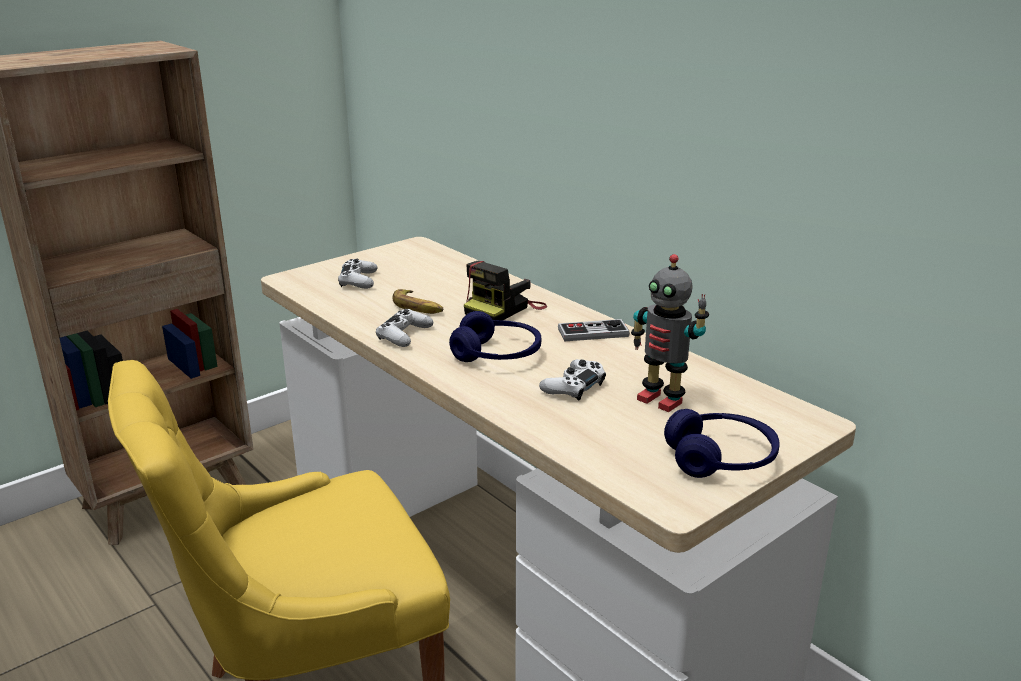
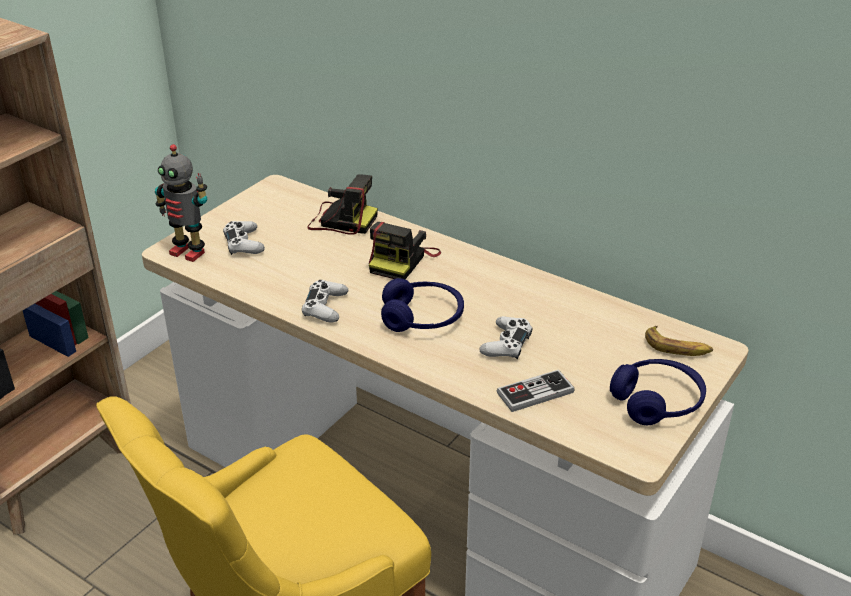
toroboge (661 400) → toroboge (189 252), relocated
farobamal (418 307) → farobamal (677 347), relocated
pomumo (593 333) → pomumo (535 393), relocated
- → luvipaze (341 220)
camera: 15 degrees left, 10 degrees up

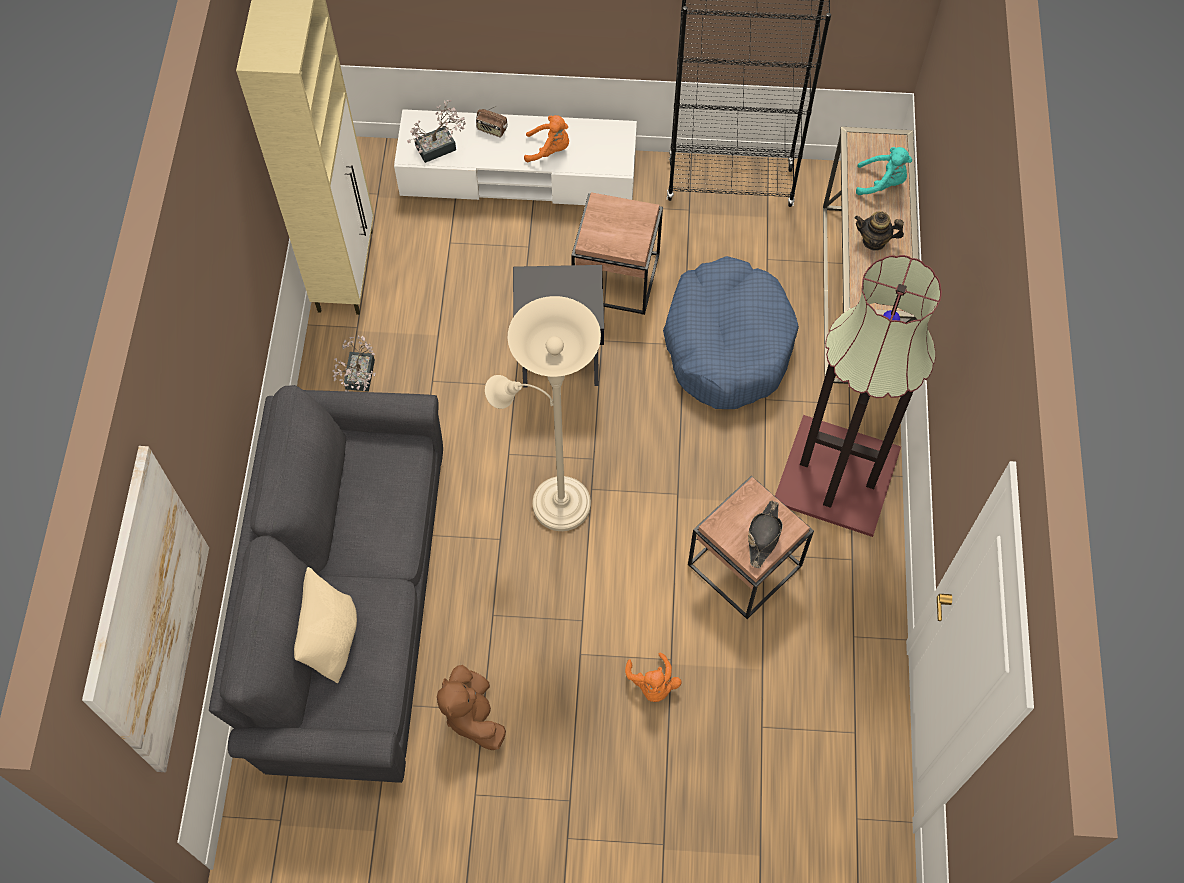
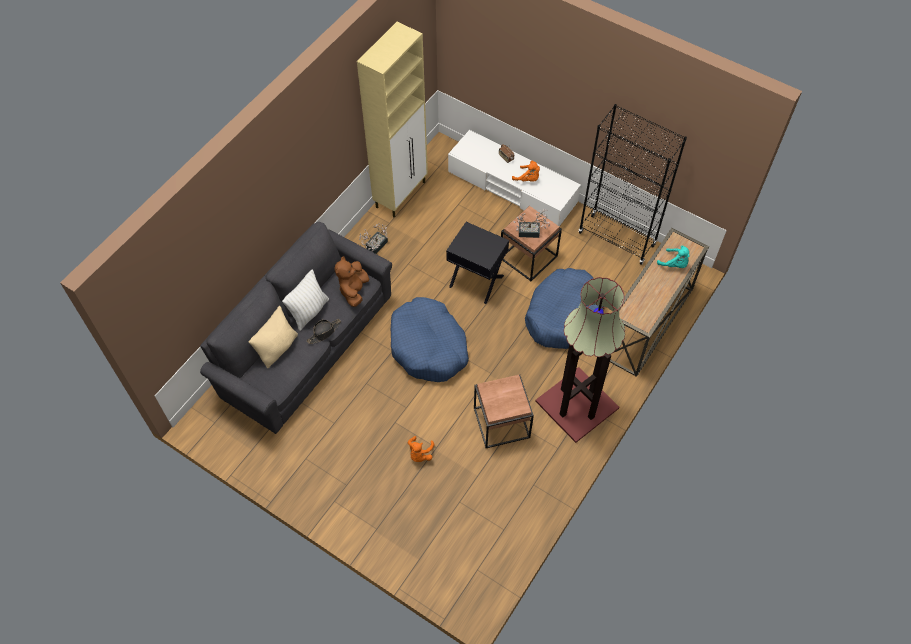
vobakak (440 147) → vobakak (531 232), relocated
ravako (874 241) → -
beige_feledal (554 502) → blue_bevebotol (428 346)
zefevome (147 614) → -
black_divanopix (764 535) → black_divanopix (324 332), relocated
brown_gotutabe (473 715) → brown_gotutabe (354 290), relocated
- → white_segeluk (309 312)
camera: 30 degrees right, 5 degrees down

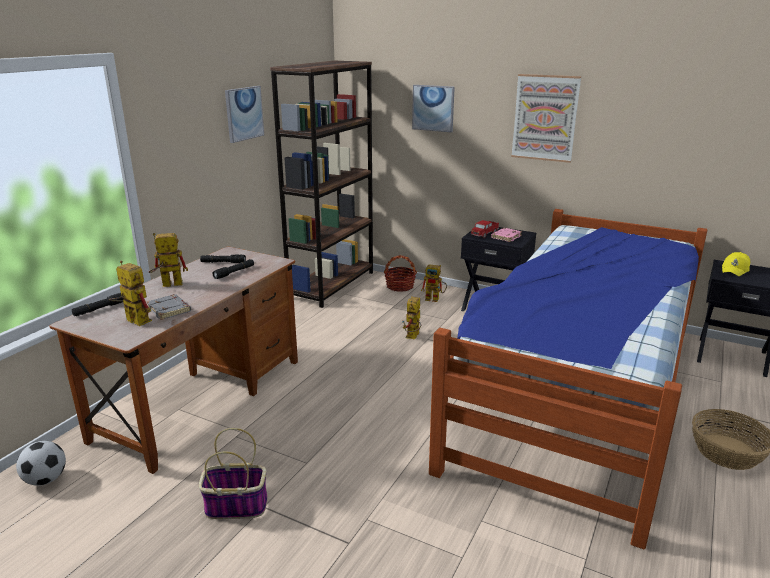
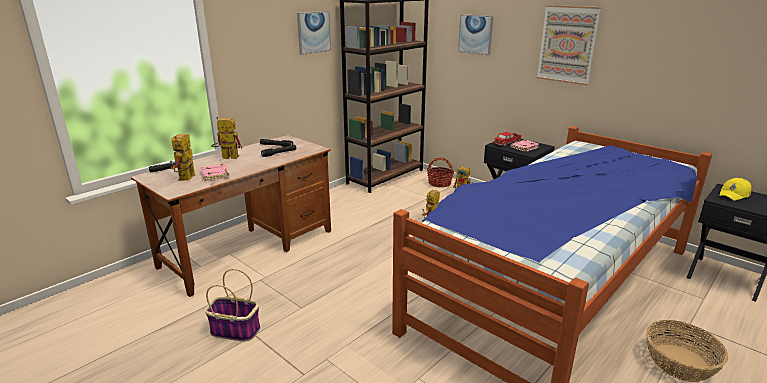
toroboge (133 320) → toroboge (186 179), 135 degrees counterclockwise
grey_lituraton (170 310) → pink_lituraton (216 175)
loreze (46 480) → -
camera: 15 degrees right, 0 degrees up

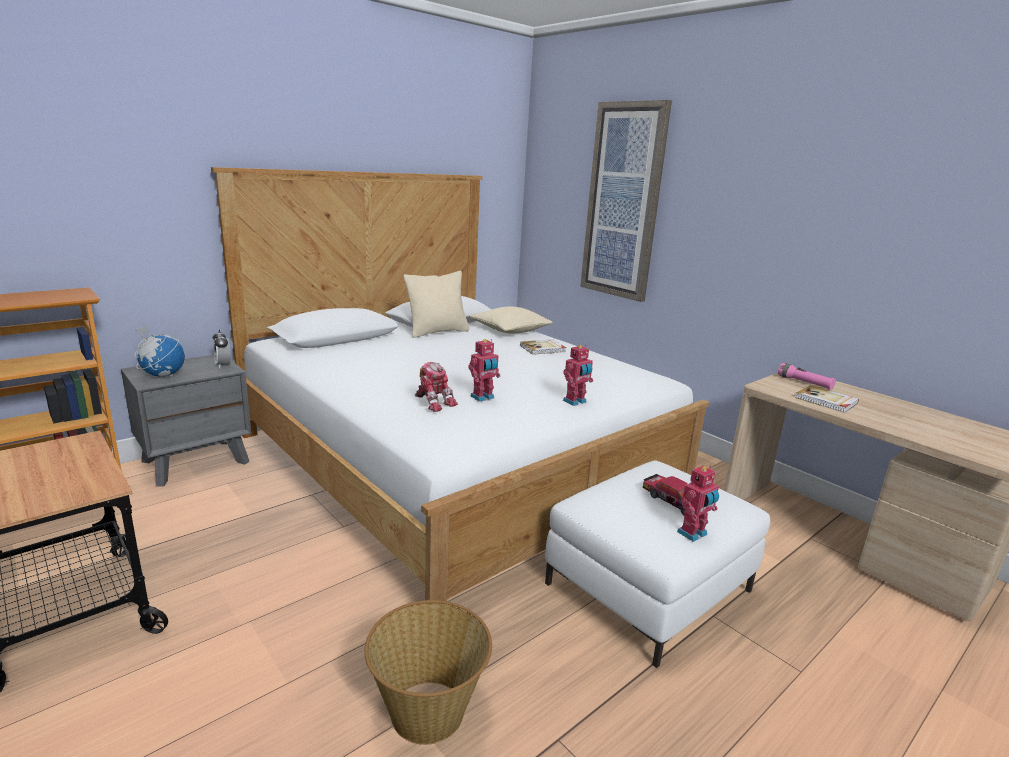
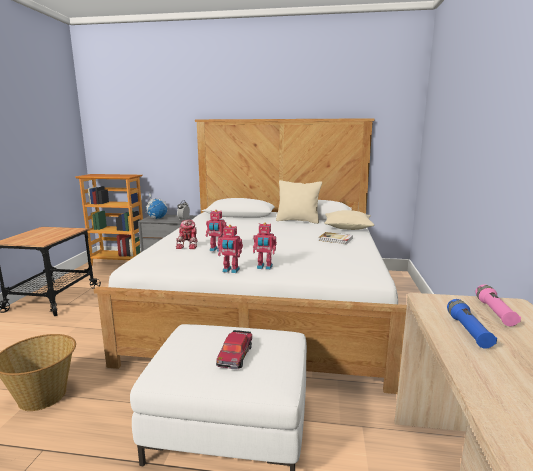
zefevome (623 202) → -
lituraton (826 401) → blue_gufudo (468 331)
toroboge (693 534) → toroboge (230 270), relocated
camera: 50 degrees right, 5 degrees down

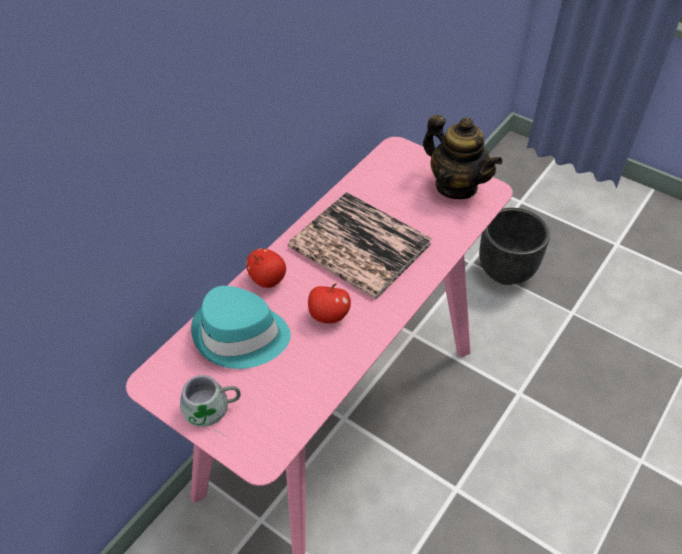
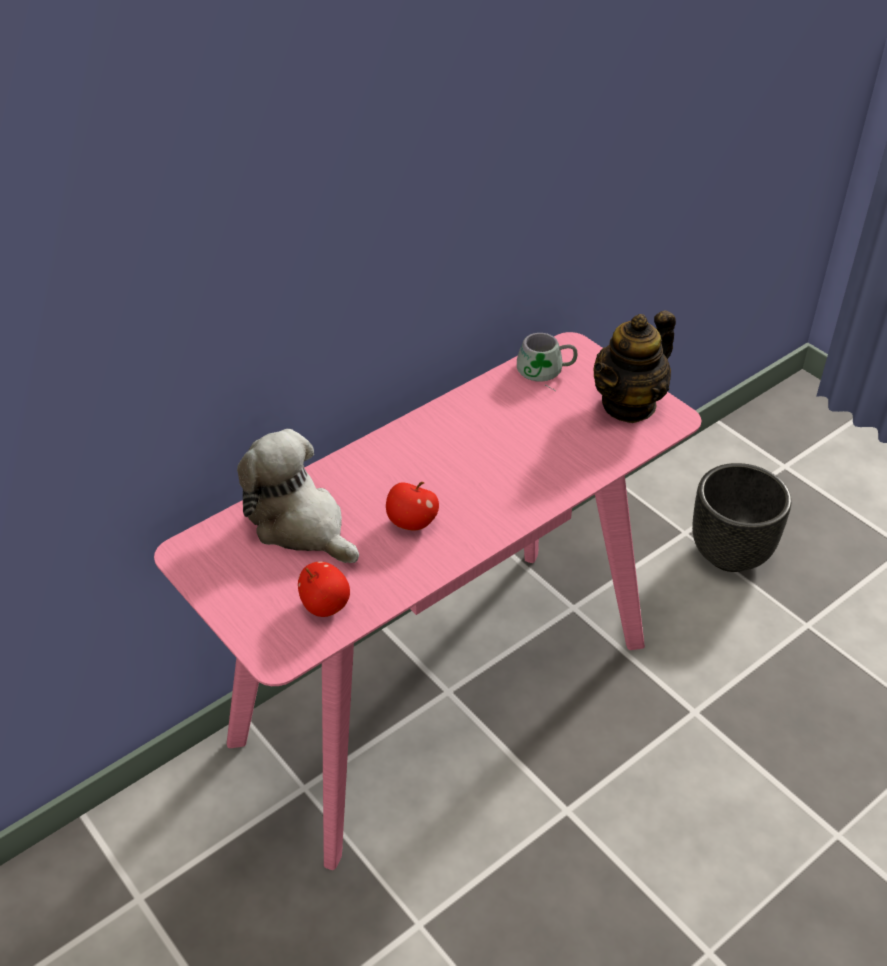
ravako (456 186) → ravako (629 404), 75 degrees clockwise
lituraton (359 246) → -
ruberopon (267 279) → ruberopon (325 605), relocated
turquoise_divanopix (240 336) → gotutabe (301 524)
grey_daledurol (212 411) → grey_daledurol (545 372), relocated
camera: 15 degrees right, 5 degrees down

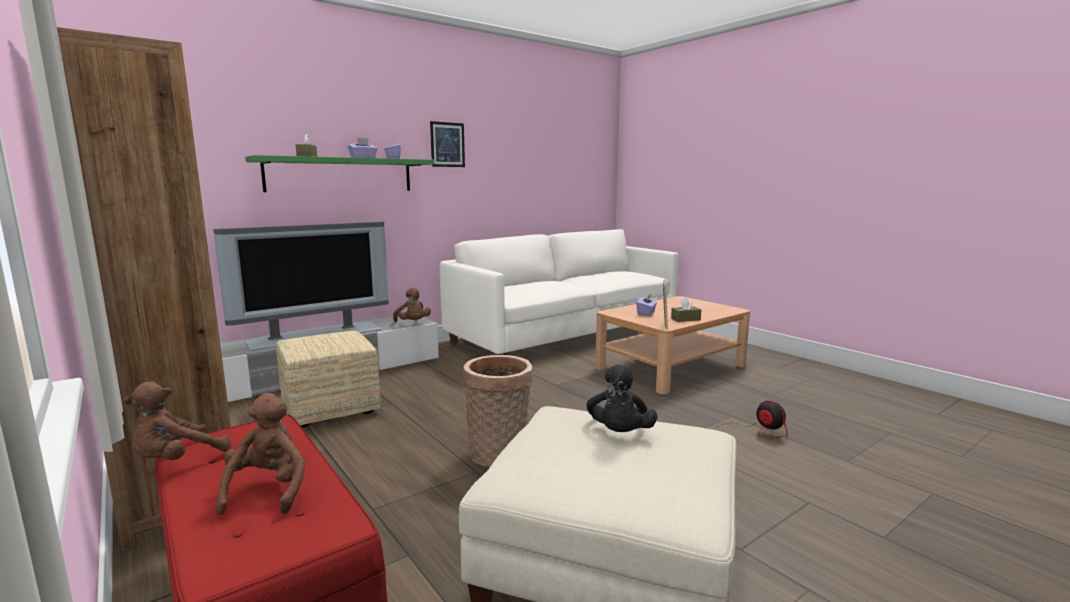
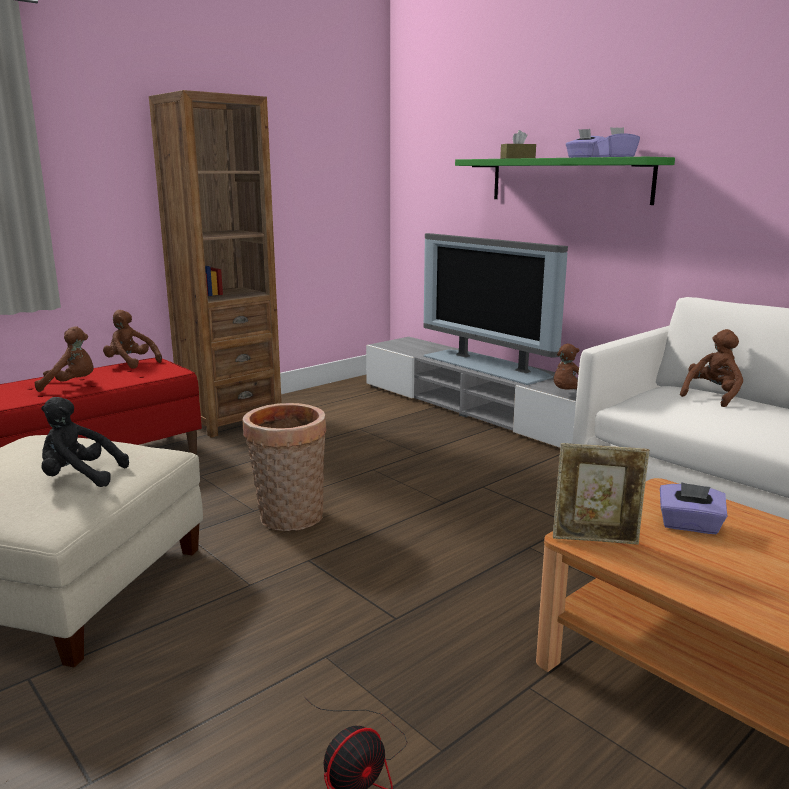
zefevome (447 144) → -
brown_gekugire (685 319) → -
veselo (331 408) → -
- → brown_gotutabe (712 396)
camera: 85 degrees right, 5 degrees up

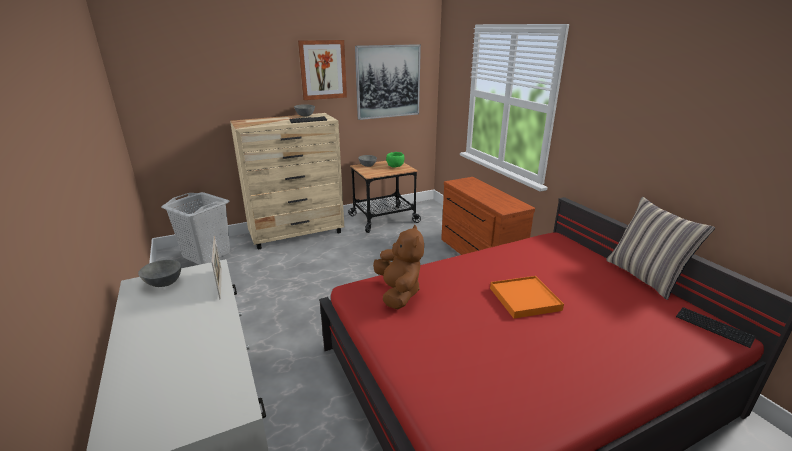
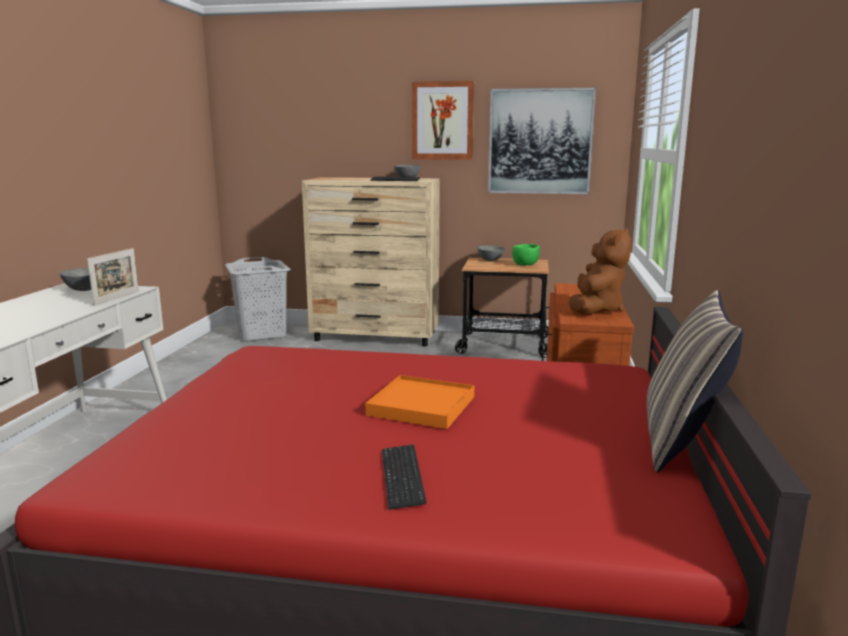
brown_gotutabe (398 293) → brown_gotutabe (595 309), relocated
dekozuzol (713 327) → dekozuzol (402 477), relocated
camera: 35 degrees right, 10 degrees down

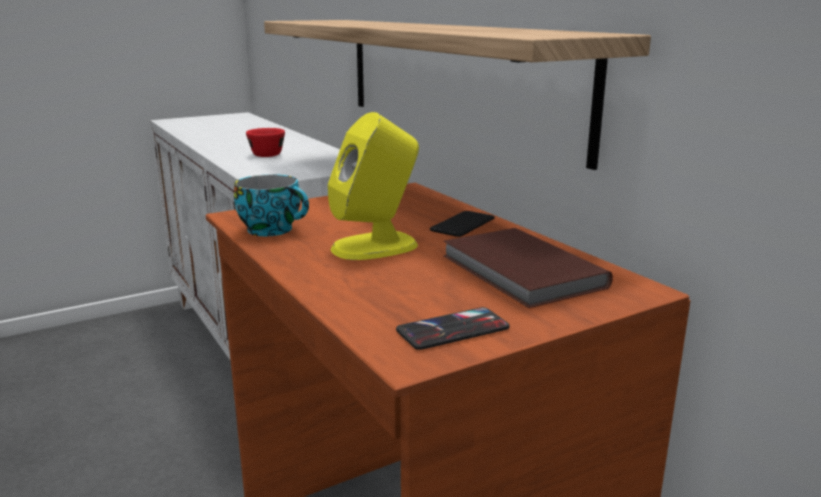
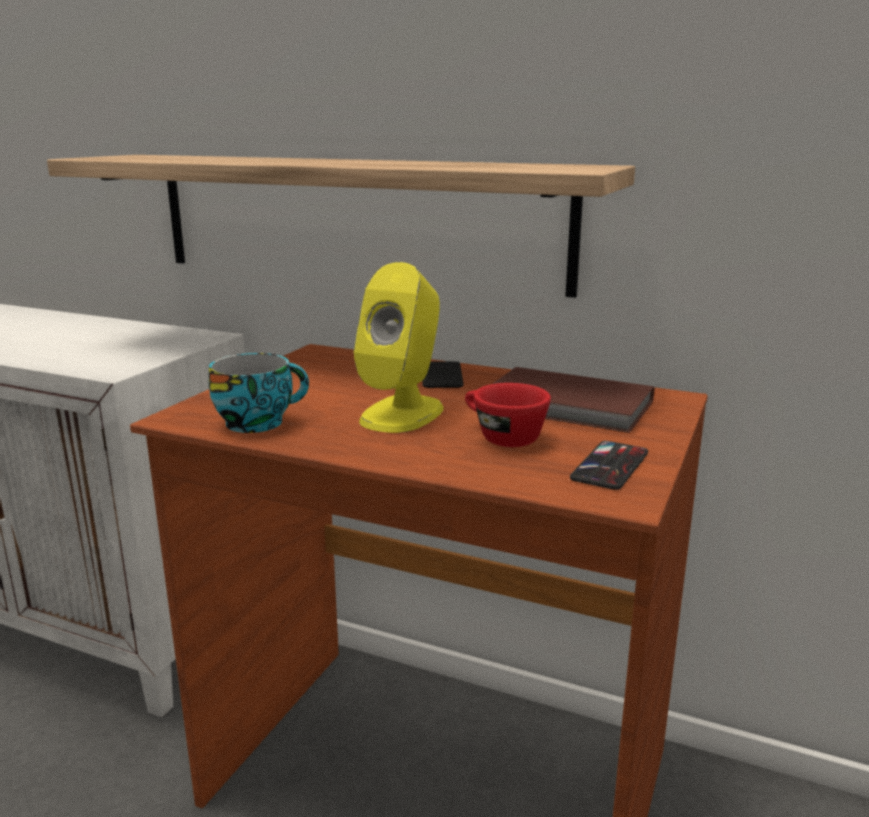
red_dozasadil (266 154) → red_dozasadil (501 437), relocated
camera: 35 degrees left, 0 degrees up

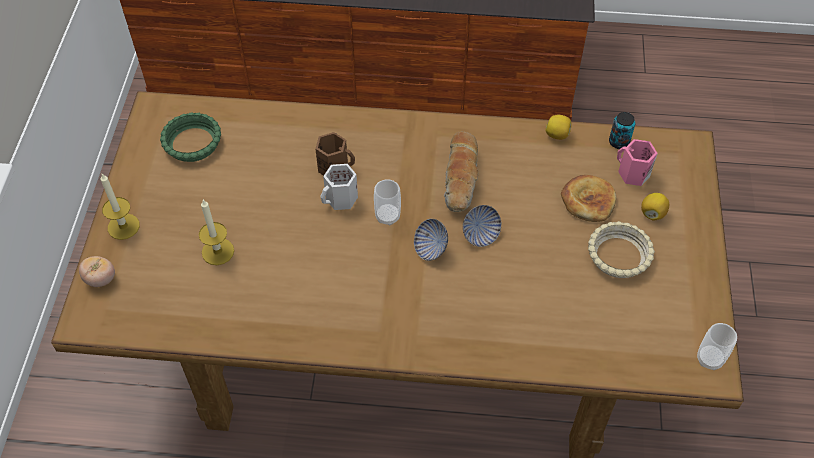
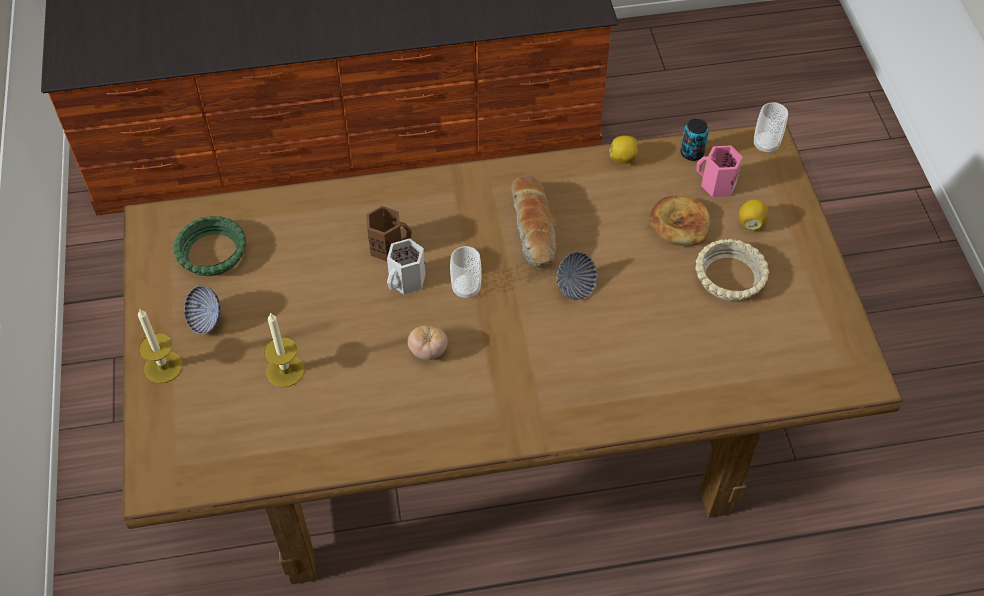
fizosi (430 248) → fizosi (206 320), relocated
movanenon (100 279) → movanenon (428 351), relocated
dozasadil (709 359) → dozasadil (765 145), relocated
camera: 15 degrees left, 0 degrees up

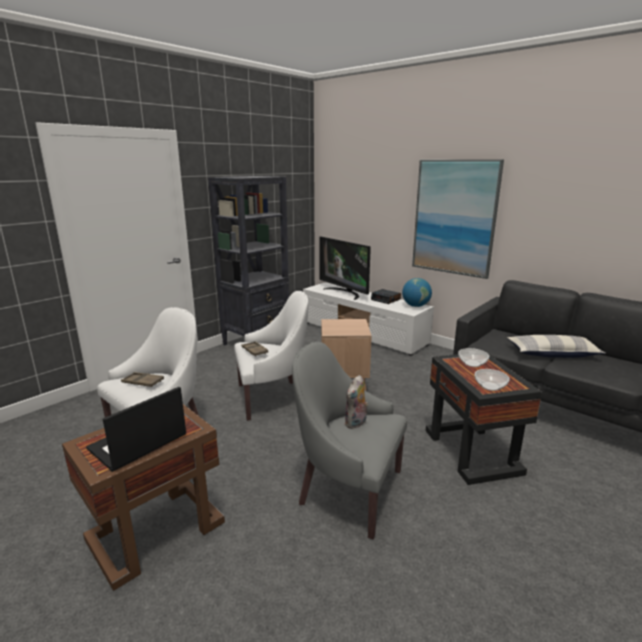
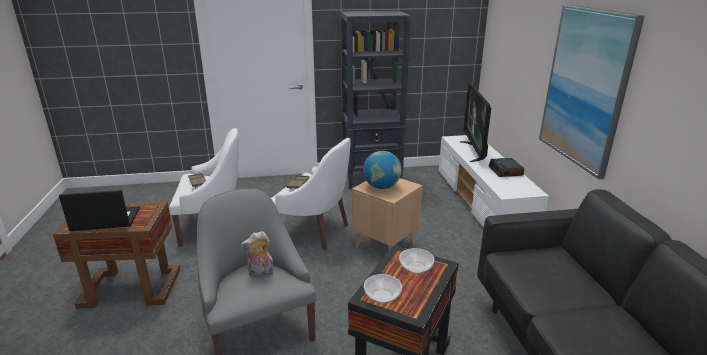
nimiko (415 306) → nimiko (381 187), relocated
segeluk (552 354) → -
camera: 40 degrees right, 5 degrees up

